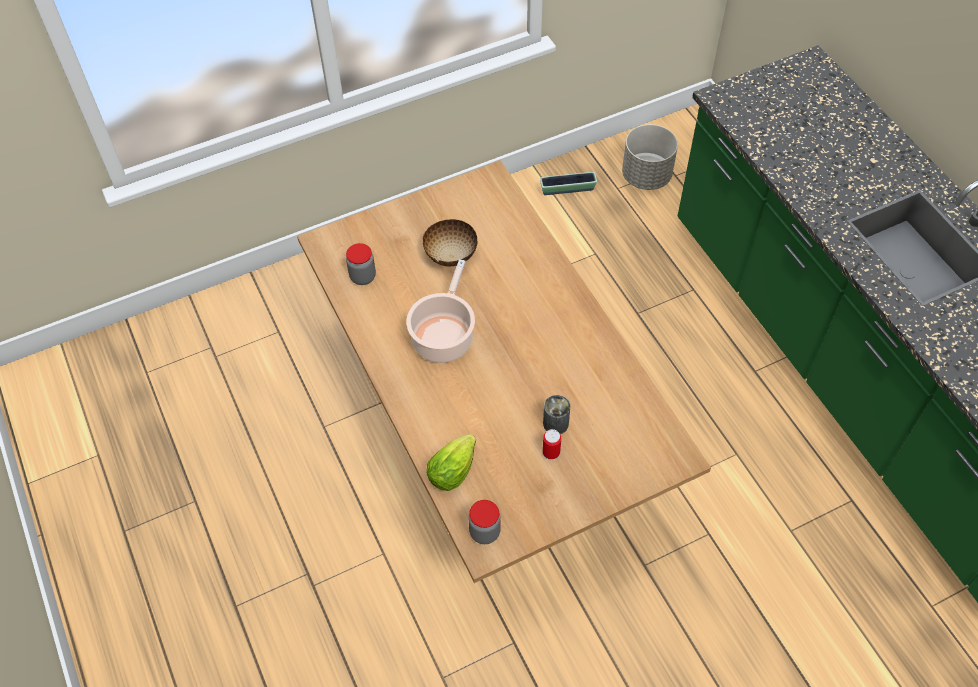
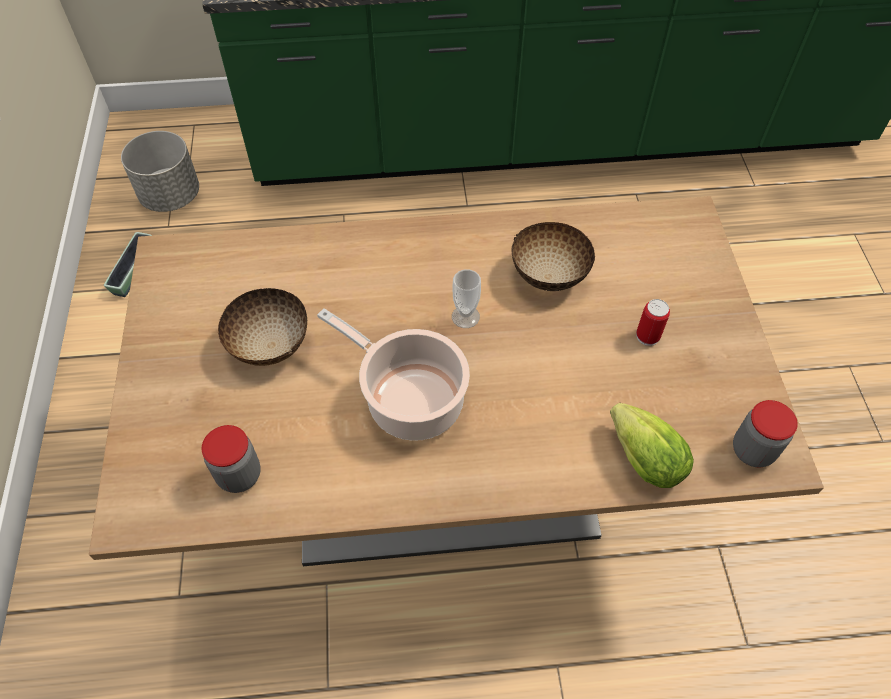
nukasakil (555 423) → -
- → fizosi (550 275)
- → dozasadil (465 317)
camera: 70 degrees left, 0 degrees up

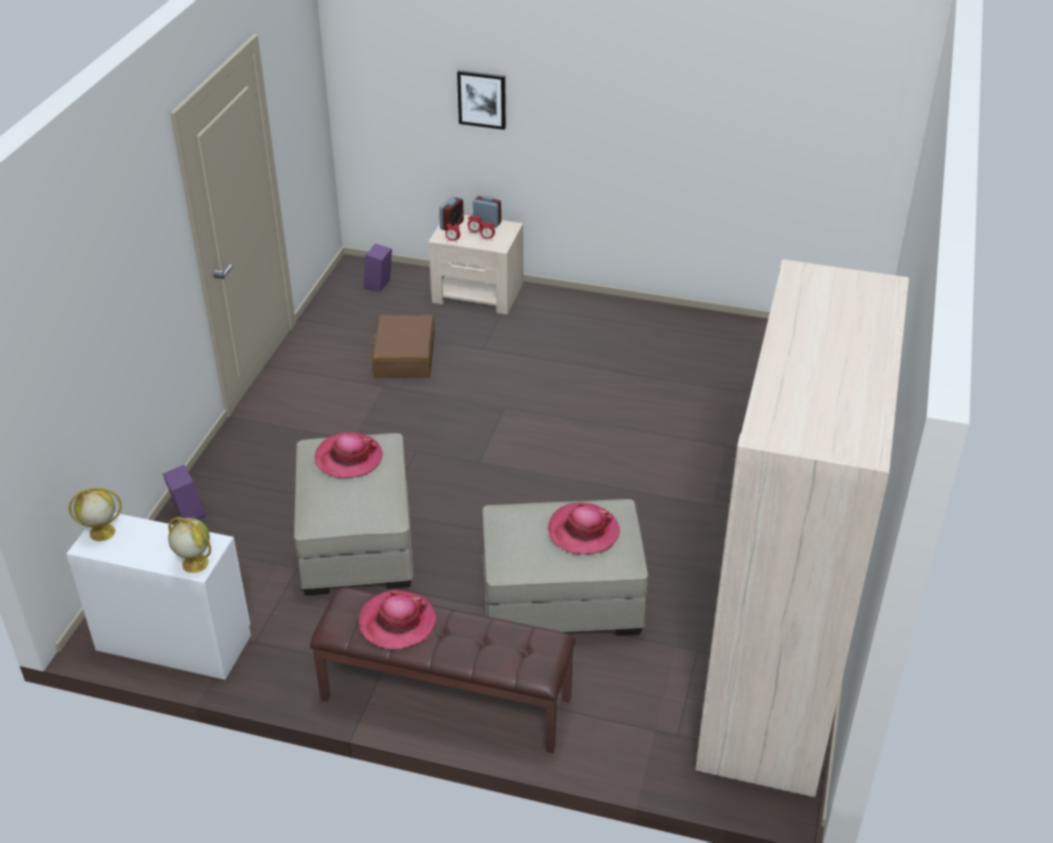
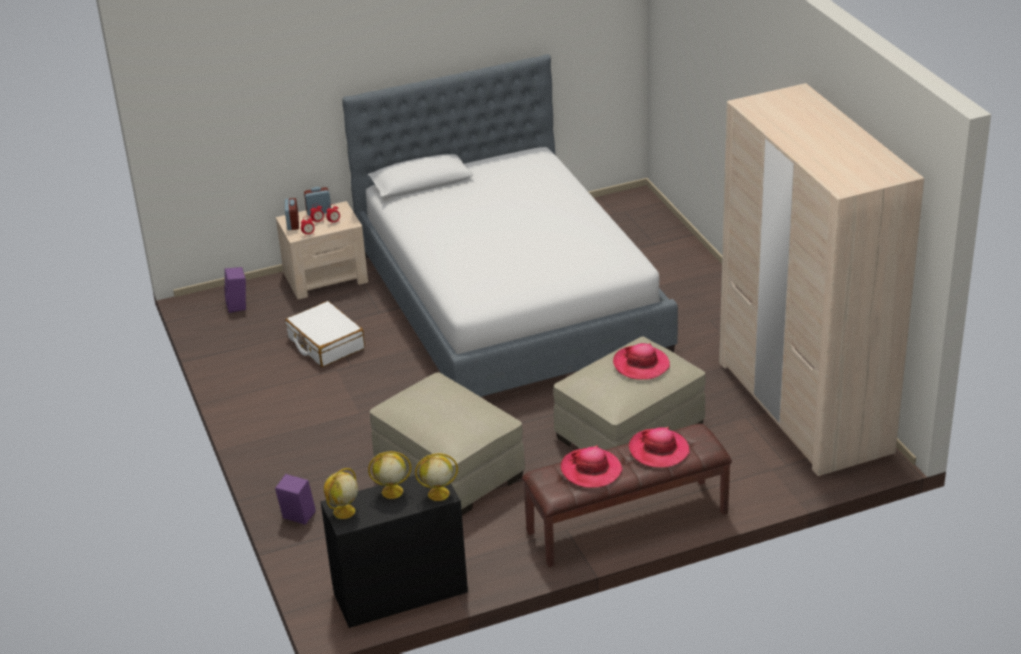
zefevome (482 99) → -
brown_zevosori (404 356) → white_zevosori (325 344)
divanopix (348 458) → divanopix (659 450), relocated
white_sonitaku (174 640) → black_sonitaku (399 592)
- → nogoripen (509 303)
- → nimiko (391 492)
camera: 35 degrees left, 5 degrees down

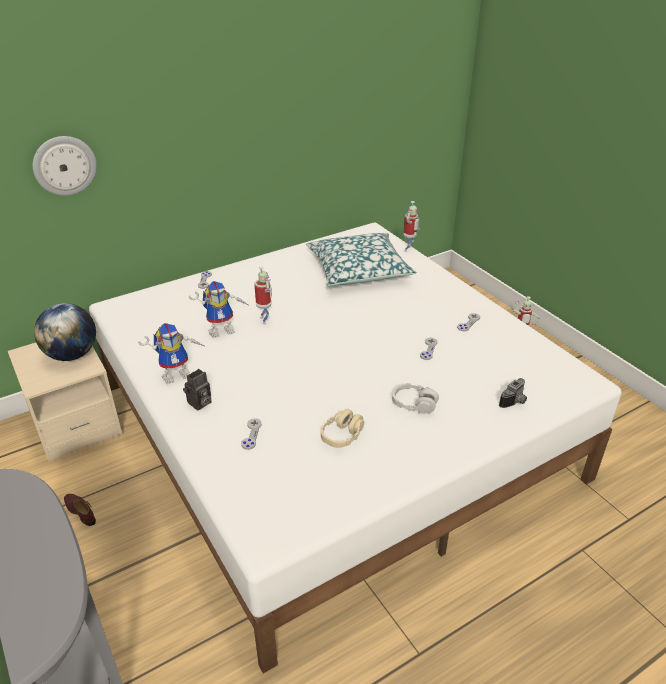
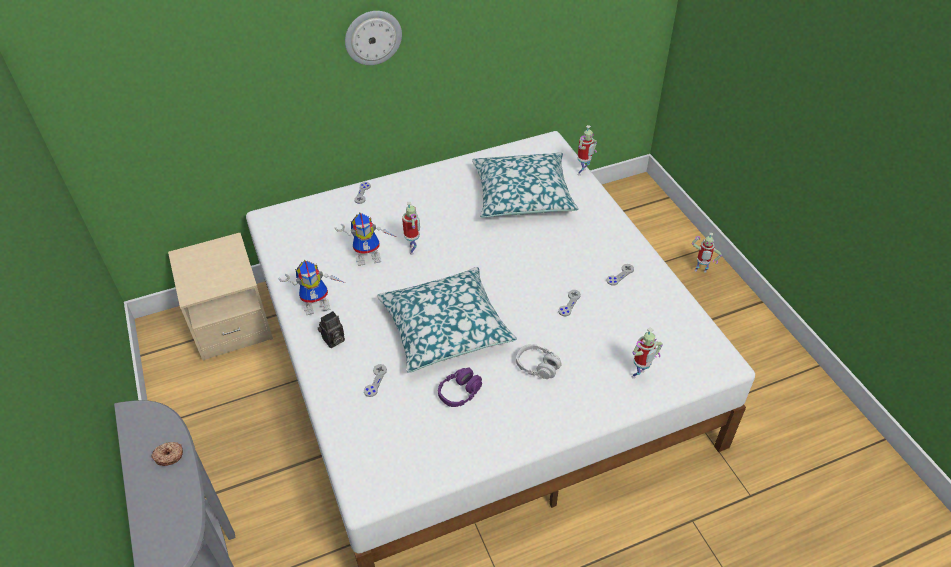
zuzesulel (64 165) → zuzesulel (373 37), relocated
nimiko (72 355) → -
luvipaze (515 401) → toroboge (639 376)
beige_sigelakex (342 435) → purple_sigelakex (460 392)
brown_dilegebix (80 511) → -
- → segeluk (445 328)
- → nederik (169 455)
camera: 10 degrees right, 10 degrees up

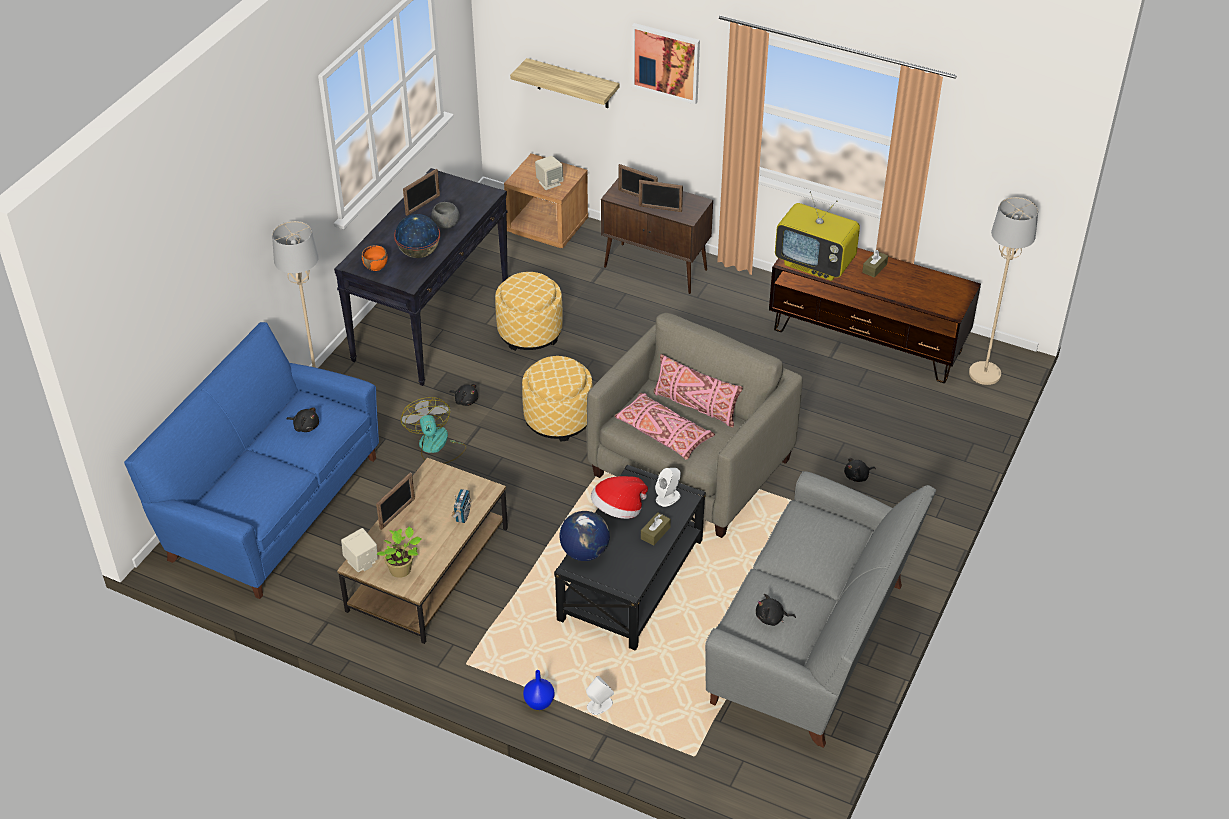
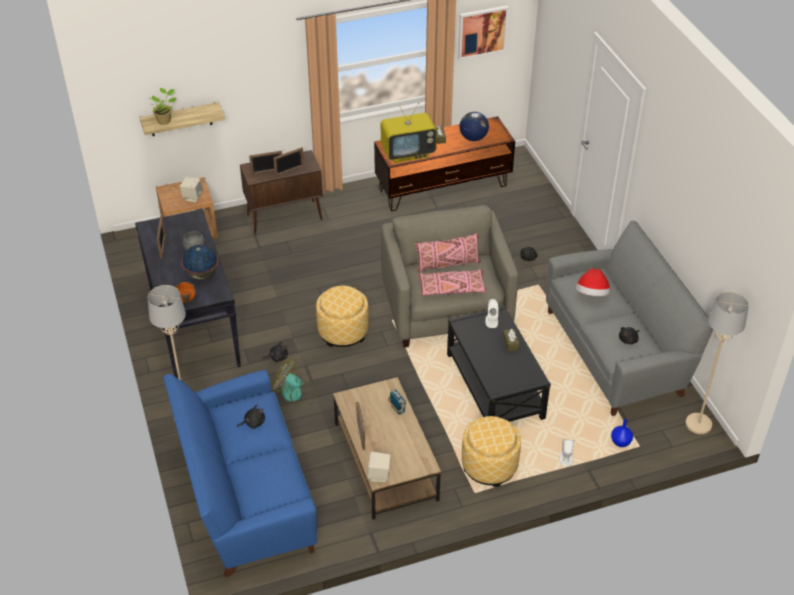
zefevome (666 62) → zefevome (482 32), relocated
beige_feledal (985 374) → beige_feledal (698 424), relocated
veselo (530 332) → veselo (489 465), relocated
divanopix (618 510) → divanopix (592 294), relocated
nimiko (584 552) → nimiko (473 138), relocated
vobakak (402 570) → vobakak (165 120), relocated
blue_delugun (538 703) → blue_delugun (620 442), relocated
camera: 45 degrees left, 0 degrees up

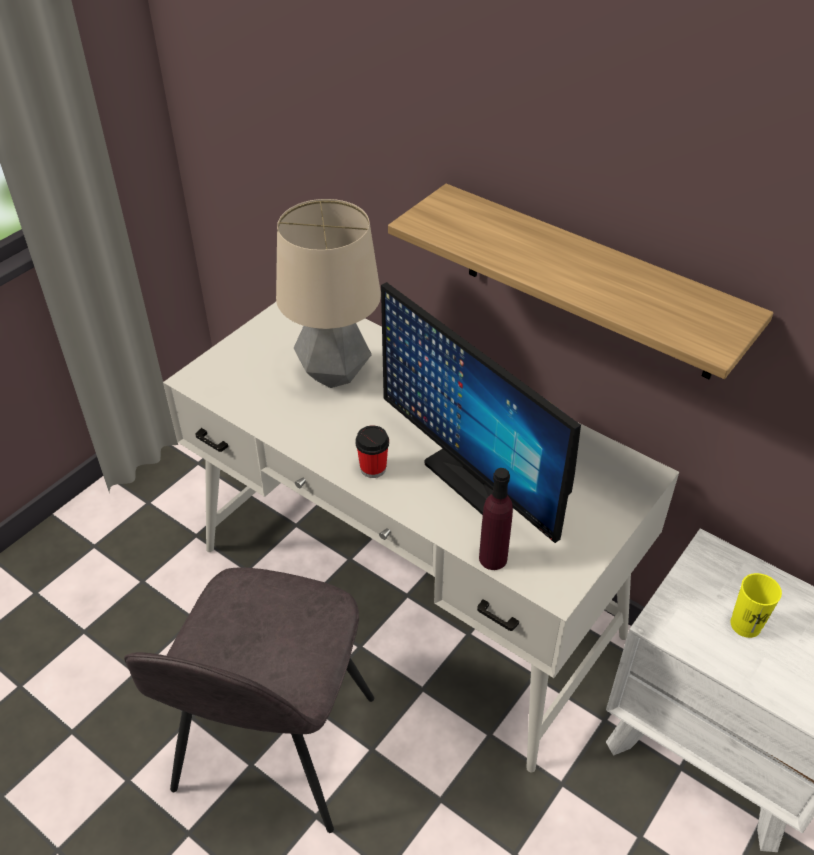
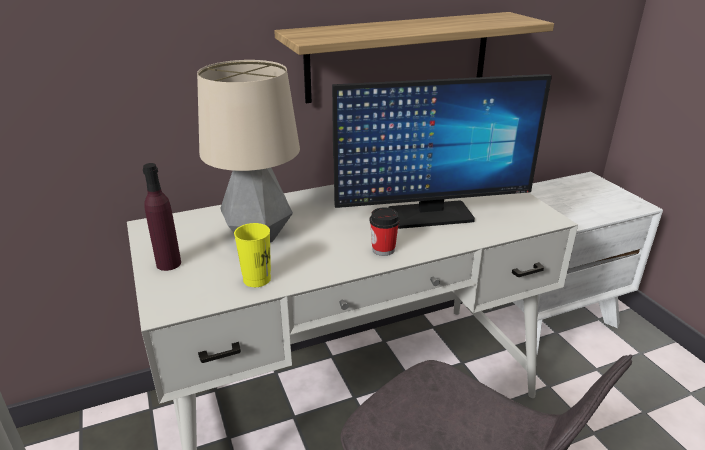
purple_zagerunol (493 558) → purple_zagerunol (168 264), relocated
yellow_dozasadil (745 625) → yellow_dozasadil (257 279), relocated
camera: 60 degrees left, 15 degrees down

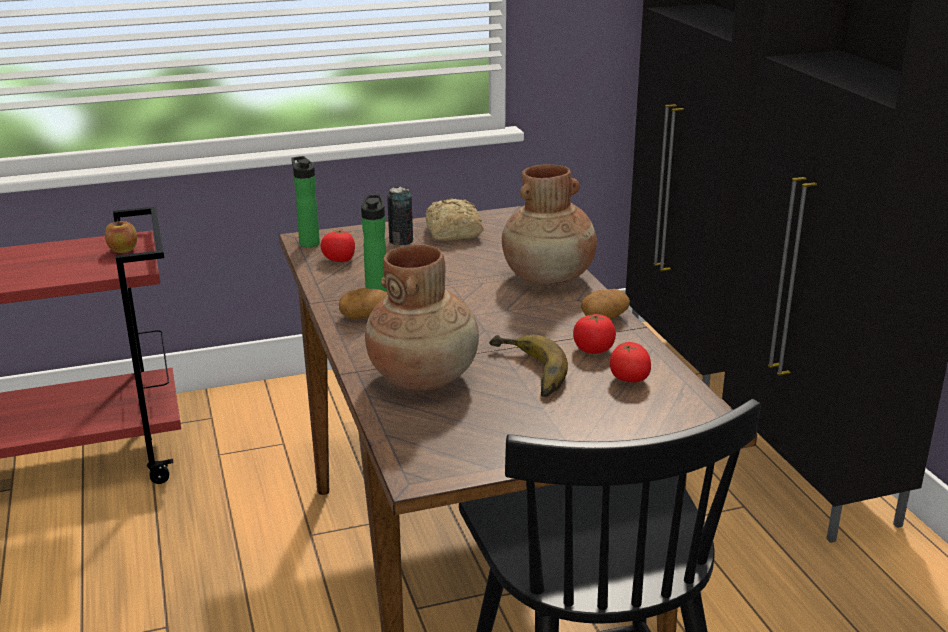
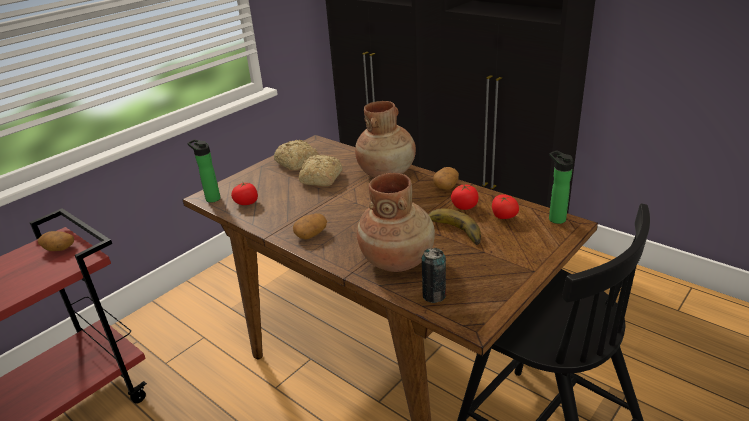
nukasakil (401 241) → nukasakil (434 295), relocated
zagerunol (377 288) → zagerunol (555 218), relocated
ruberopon (123 250) → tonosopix (58 248)
- → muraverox (320 179)
camera: 30 degrees left, 5 degrees up

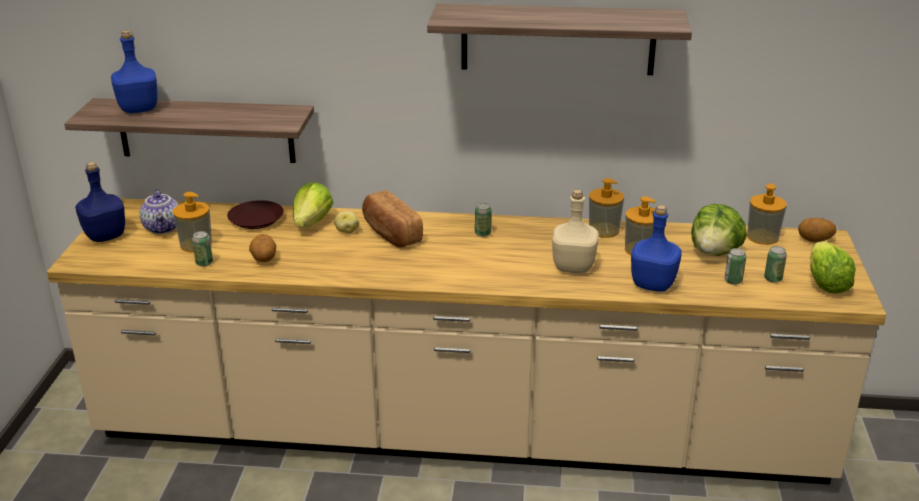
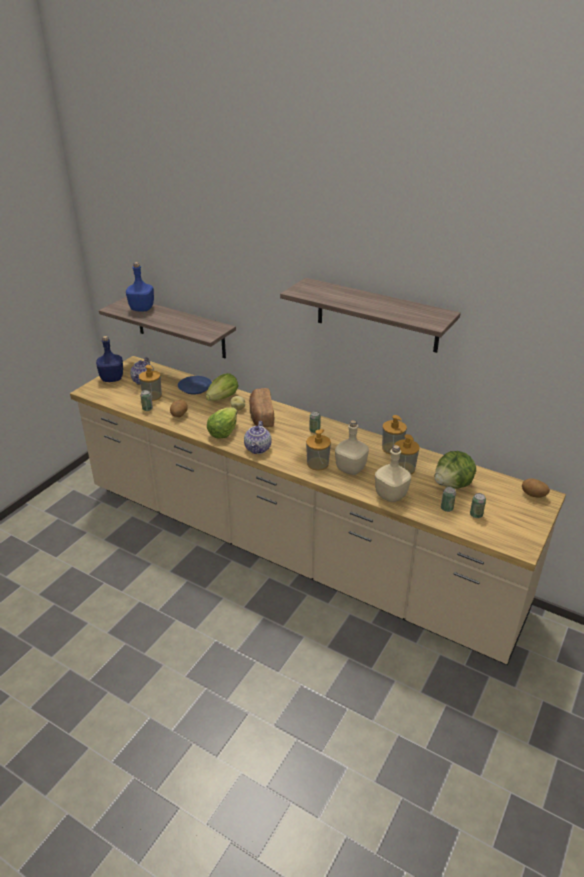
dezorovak (762 237) → dezorovak (317 464), relocated
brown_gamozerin (256 220) → blue_gamozerin (195 388)
blue_zagerunol (654 284) → beige_zagerunol (391 495)
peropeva (826 284) → peropeva (223 432), relocated
- → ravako (258 449)
camera: 25 degrees right, 5 degrees up

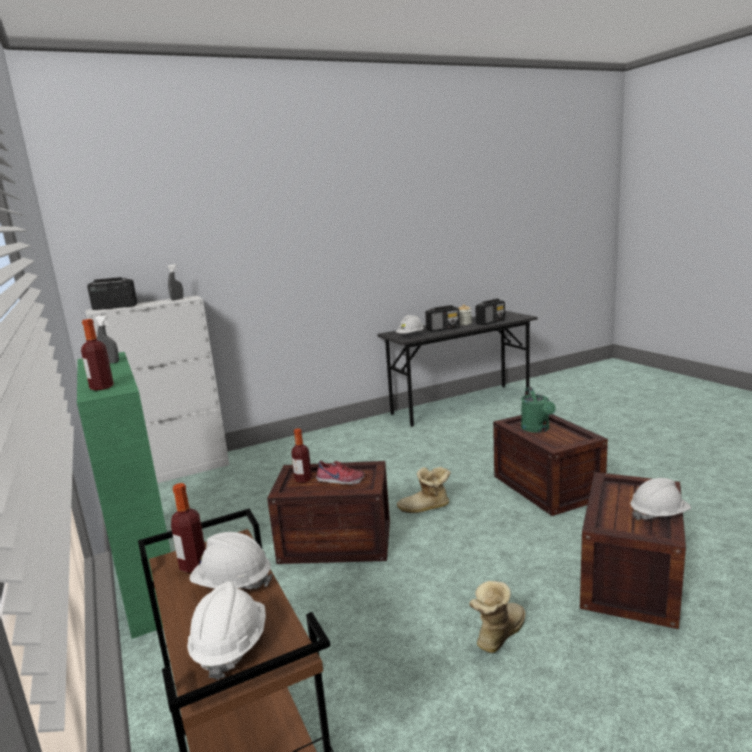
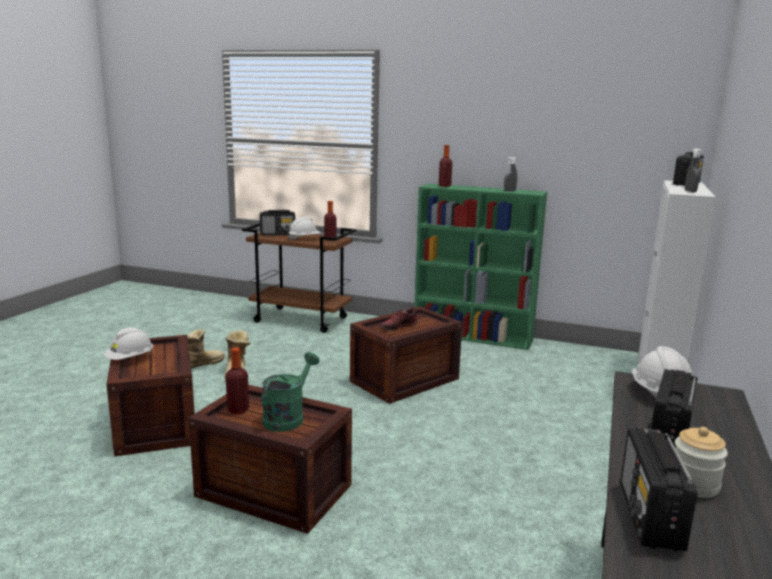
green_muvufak (537 429) → green_muvufak (287 417), 75 degrees clockwise
zagerunol (303 479) → zagerunol (238 410), relocated
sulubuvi (425 508) → sulubuvi (200 364), relocated
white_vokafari (230 646) → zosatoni (278 234)
camera: 135 degrees right, 0 degrees up

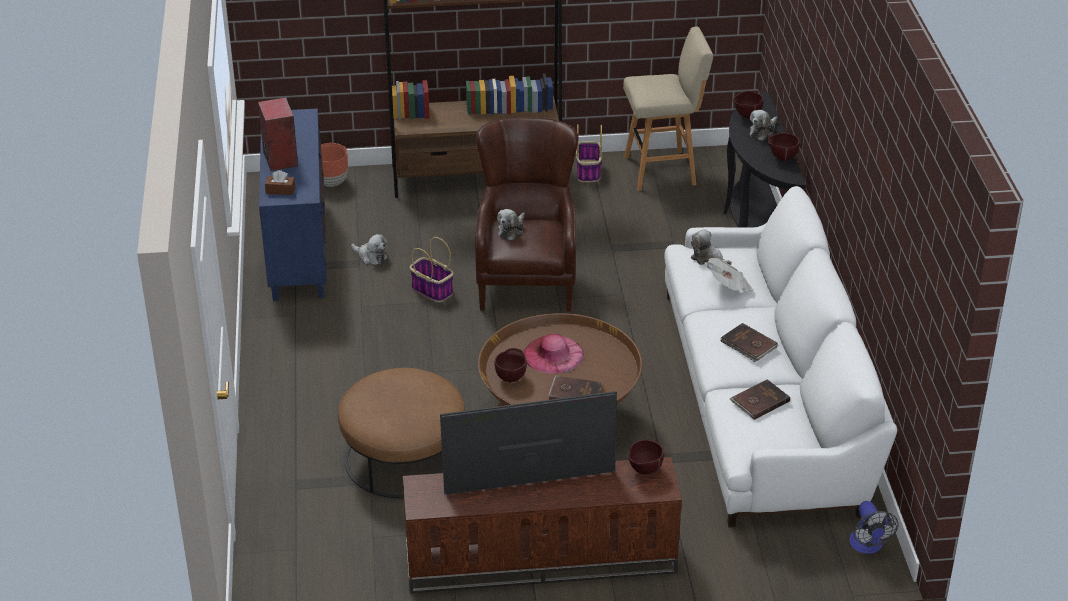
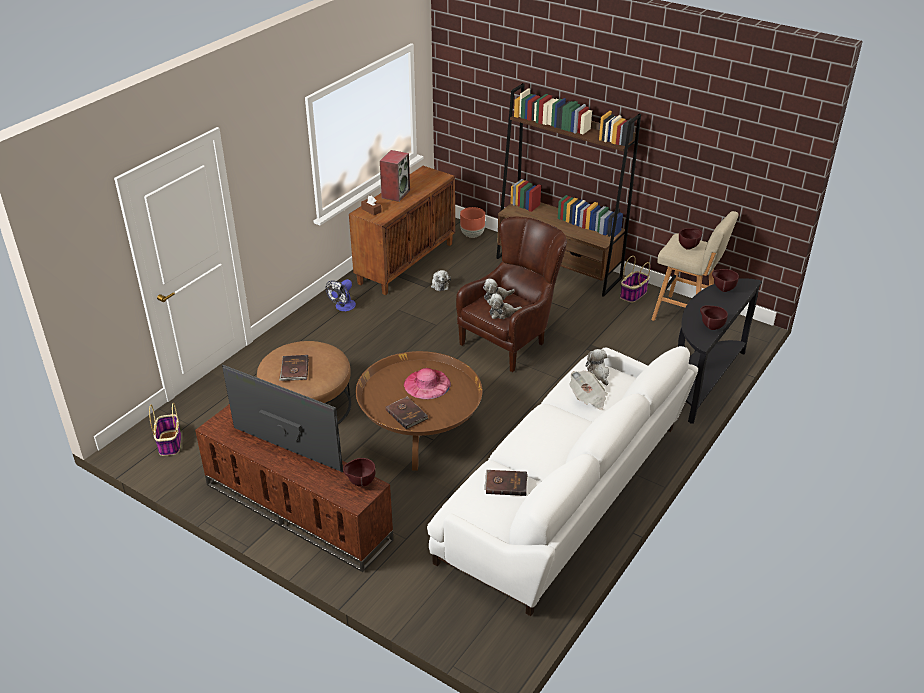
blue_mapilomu (297 250) → brown_mapilomu (406 263)
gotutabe (763 132) → gotutabe (502 313), relocated
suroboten (431 290) → suroboten (169 443), relocated
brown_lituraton (748 345) → brown_lituraton (294 369), relocated
brown_fizosi (511 377) → brown_fizosi (689 247), relocated
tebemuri (867 546) → tebemuri (343 307), relocated
camera: 40 degrees right, 0 degrees up

